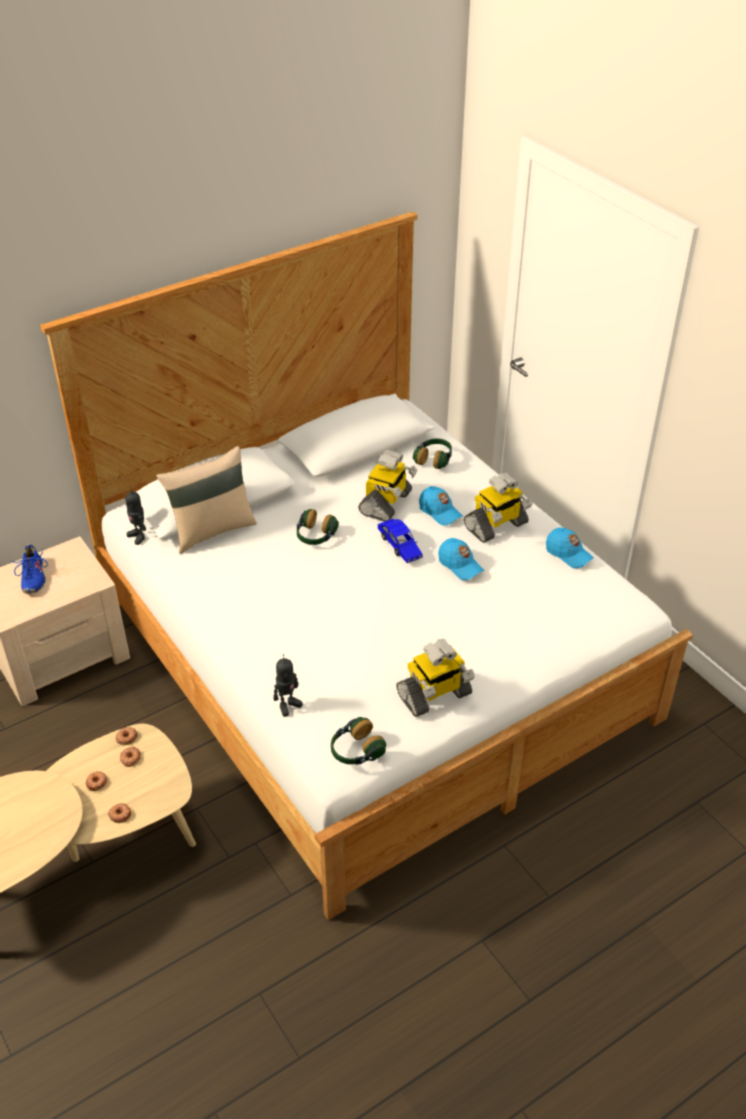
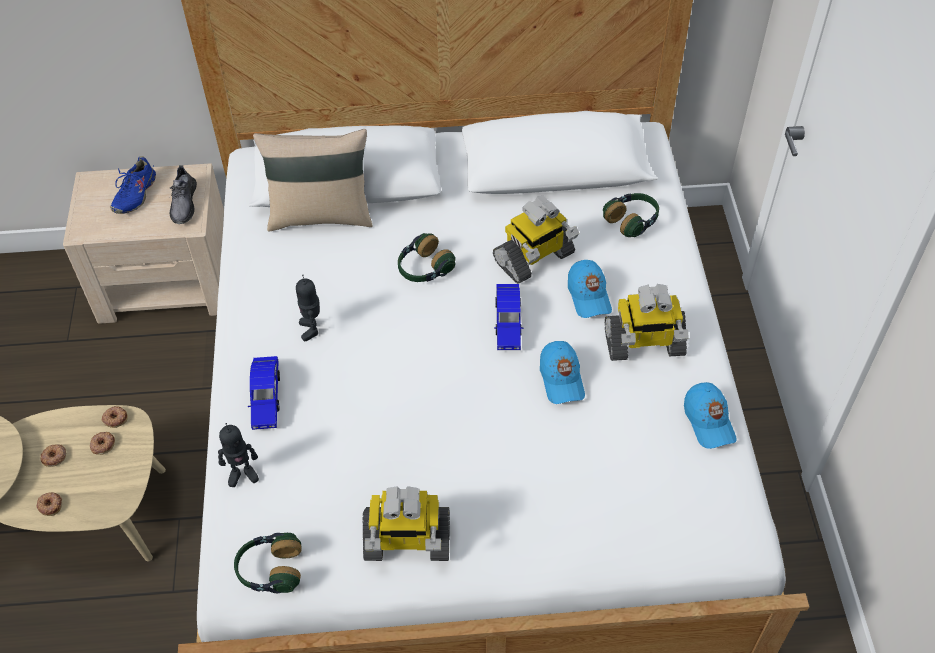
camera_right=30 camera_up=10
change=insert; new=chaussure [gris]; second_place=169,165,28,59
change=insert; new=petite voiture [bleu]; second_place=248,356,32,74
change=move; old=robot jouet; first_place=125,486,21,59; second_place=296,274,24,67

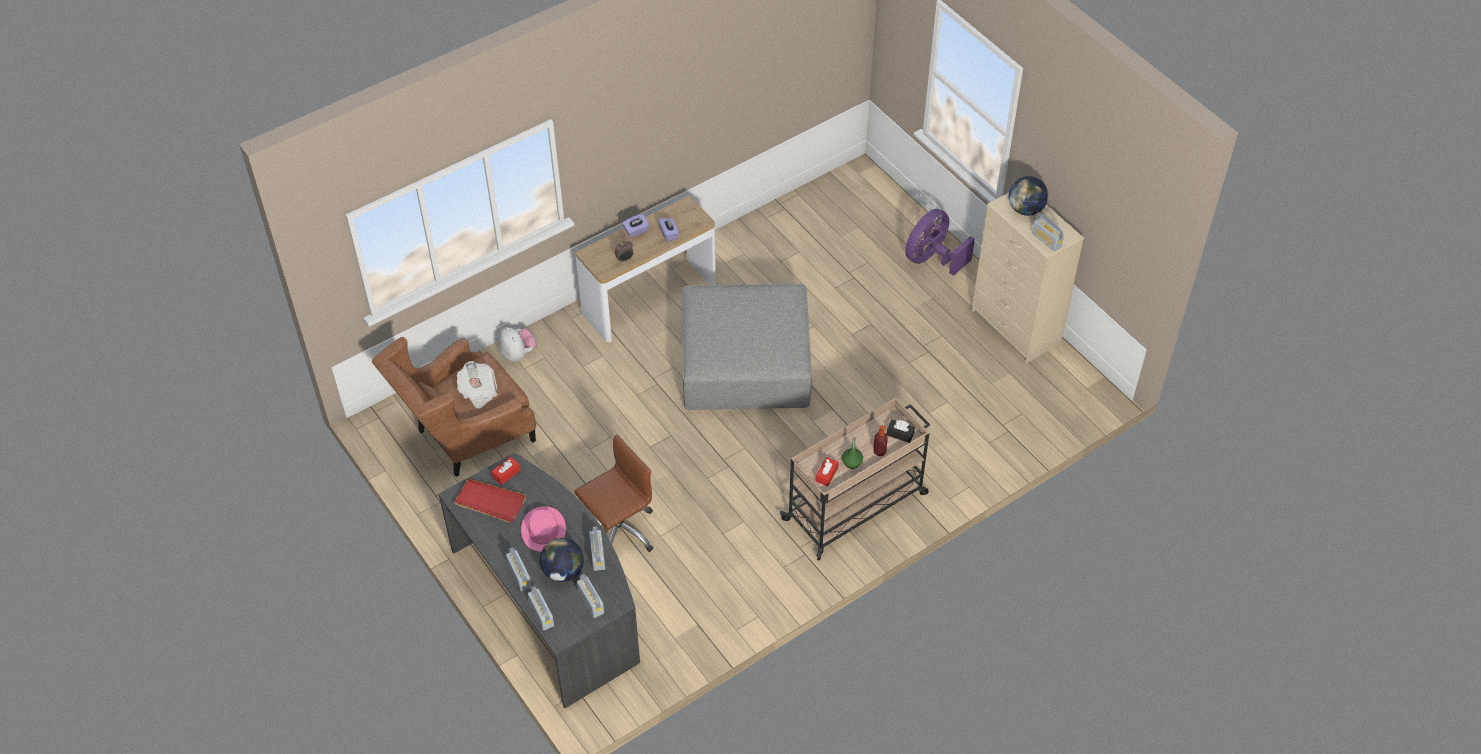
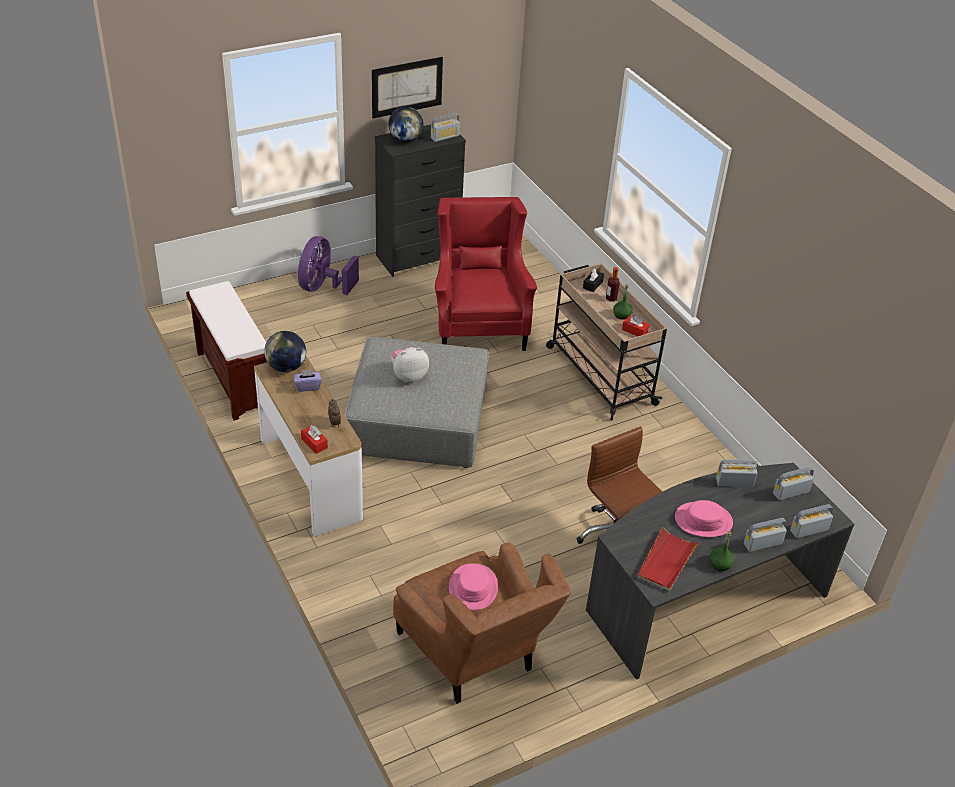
camera_right=-85 camera_up=-10
change=delete; old=boîte à mouchoirs [violet]; first_place=622,214,28,23
change=insert; new=banc [marron]; second_place=186,281,81,140
change=insert; new=tableau; second_place=372,57,71,61
change=insert; new=fauteuil [rouge]; second_place=435,197,102,154
change=insert; new=bouteille [vert]; second_place=710,531,25,40
change=move; old=boîte à mouchoirs [rouge]; first_place=491,457,29,28; second_place=301,425,27,29
change=move; old=peluche; first_place=498,327,39,35; second_place=391,347,38,36
change=move; old=globe; first_place=540,538,44,44; second_place=264,331,42,41
change=replace; old=journal; new=chapeau [rose]; first_place=457,361,41,48; second_place=449,563,49,47
change=recolor; old=commode [beige]; new=commode [noir]; first_place=972,193,112,170; second_place=374,124,92,153
change=rotate; old=ventilateur [violet]; first_place=905,209,70,67; second_place=298,236,61,59; degrees=60

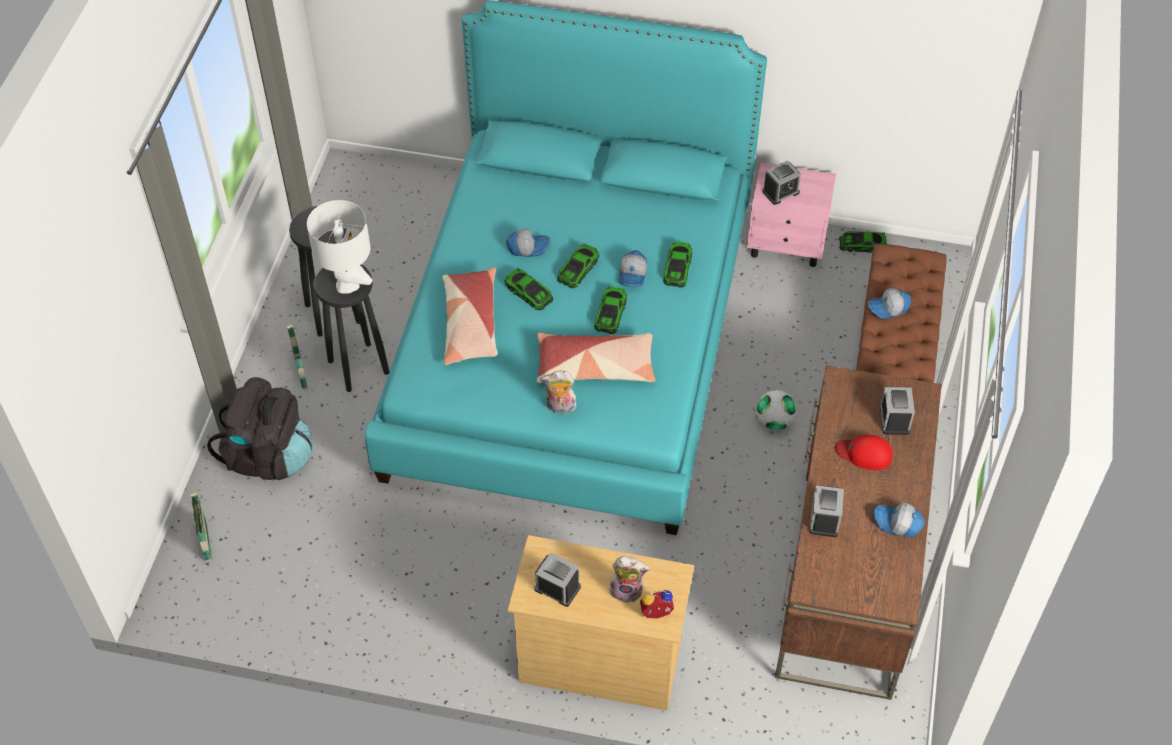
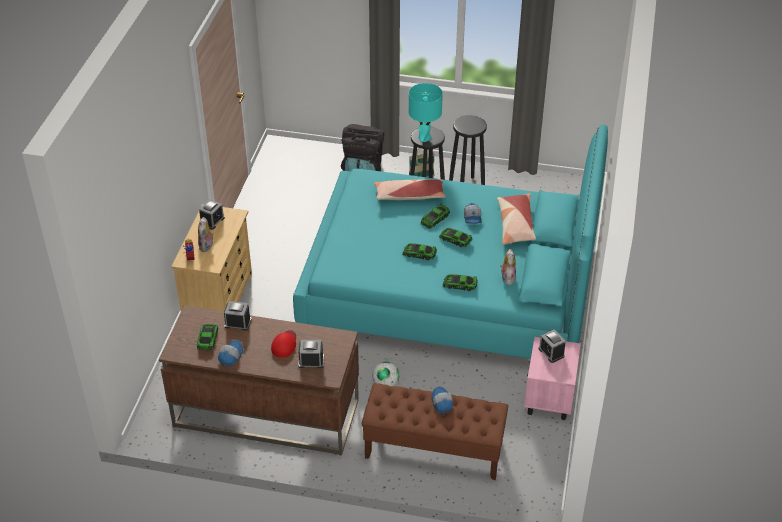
camera_right=90 camera_up=-10
change=delete; old=panier; first_place=189,493,23,69
change=delete; old=casquette; first_place=618,250,29,37
change=move; old=coussin; first_place=537,333,118,50; second_place=497,193,39,52
change=move; old=peluche; first_place=540,371,36,43; second_place=500,249,16,36
change=move; old=petite voiture; first_place=839,231,48,22; second_place=197,324,22,26
change=recolor; old=lampe de table [blanc]; new=lampe de table [turquoise]; first_place=307,200,65,93; second_place=409,83,34,59

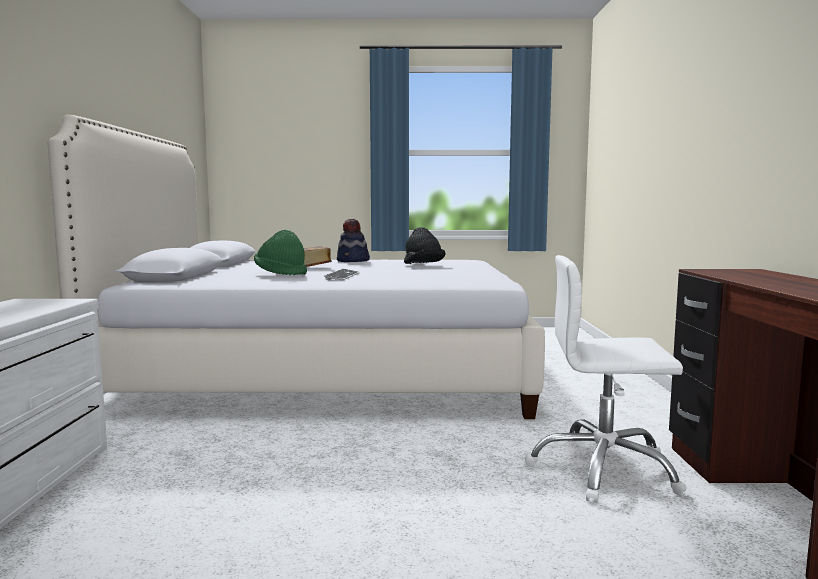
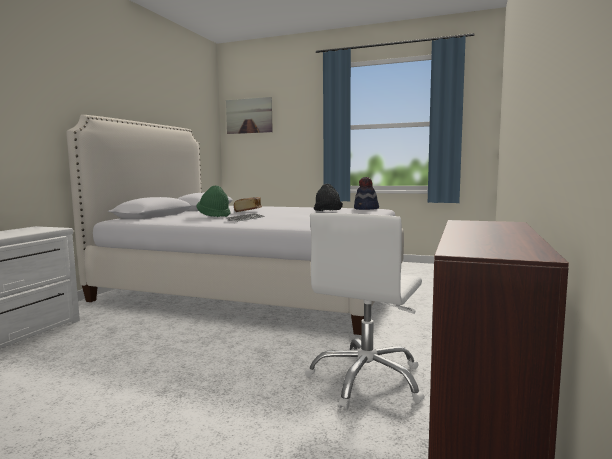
camera_right=20 camera_up=0
change=insert; new=tableau; second_place=226,97,47,37
change=move; old=chapeau; first_place=337,219,33,43; second_place=354,177,25,33
change=rotate; old=chaise de bureau [blanc]; first_place=525,255,162,248; second_place=305,213,120,197; degrees=-90

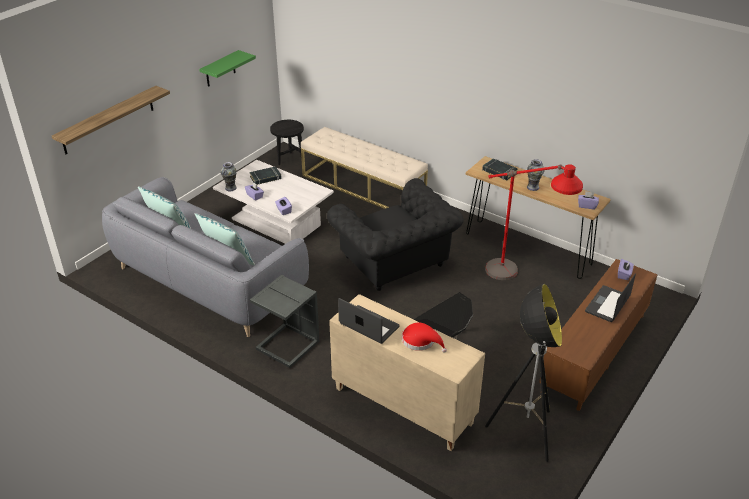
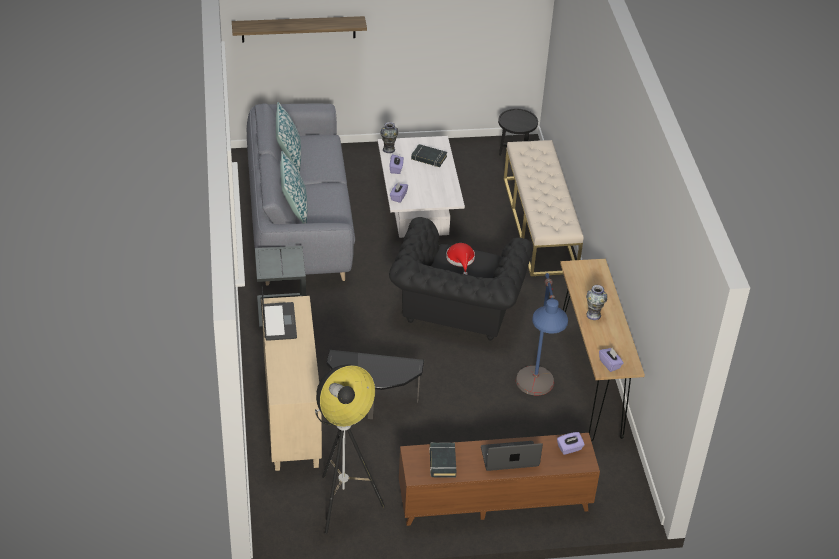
camera_right=45 camera_up=5
change=delete; old=étagère [vert]; first_place=199,50,57,37
change=move; old=chapeau [rouge]; first_place=402,322,45,31; second_place=446,243,29,32
change=move; old=livre [noir]; first_place=482,158,36,23; second_place=429,443,28,35
change=recolor; old=lampadaire [rouge]; new=lampadaire [bleu]; first_place=485,164,98,116; second_place=516,273,52,123

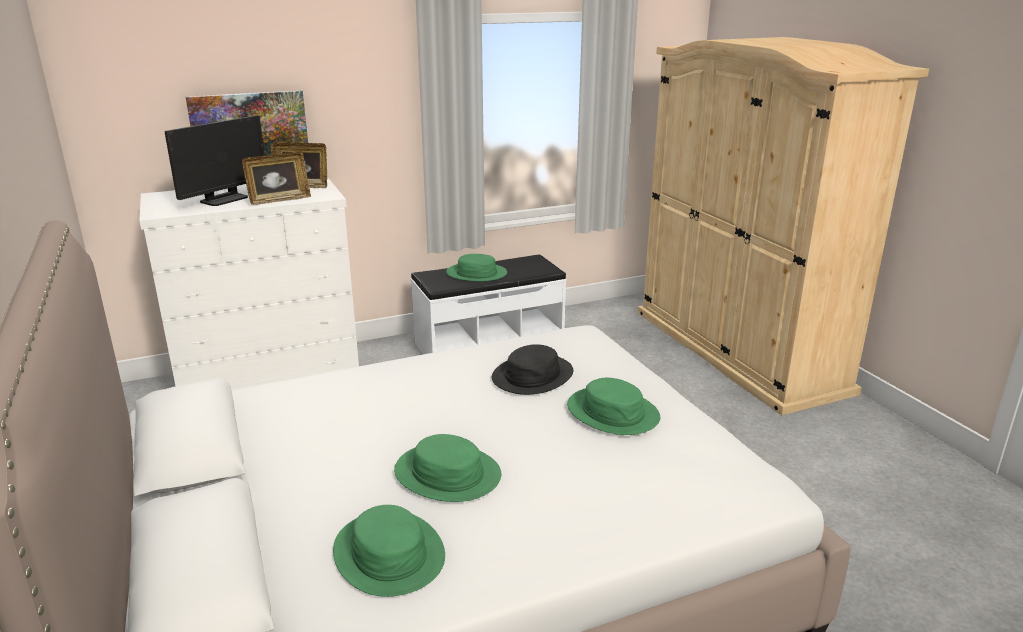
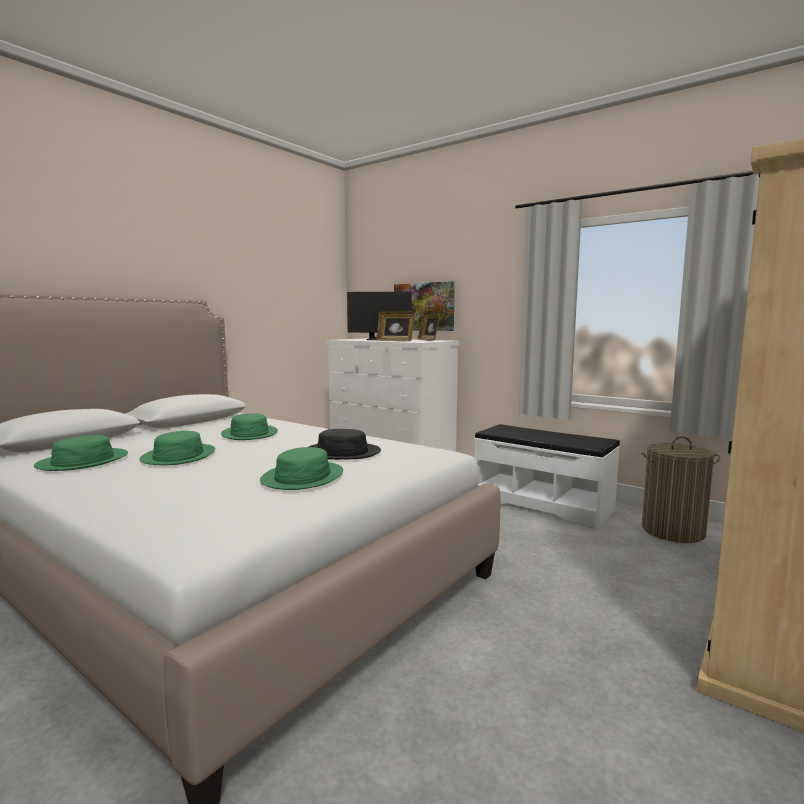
camera_right=60 camera_up=-15
change=insert; new=panier à linge; second_place=641,436,79,107
change=move; old=chapeau [vert]; first_place=446,254,61,28; second_place=221,413,57,27

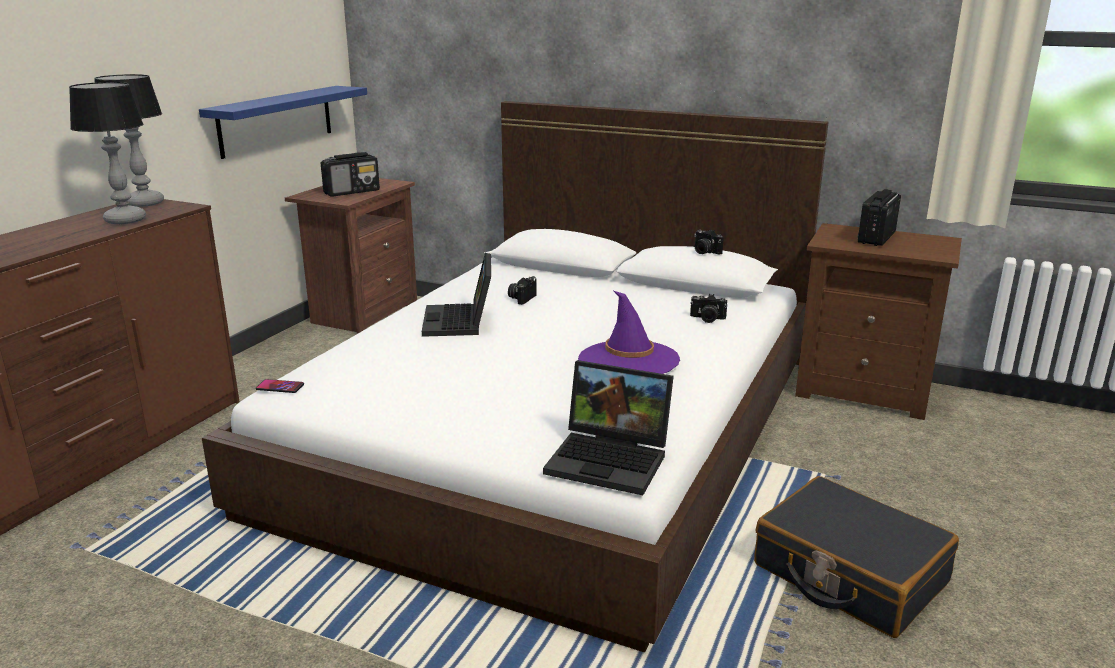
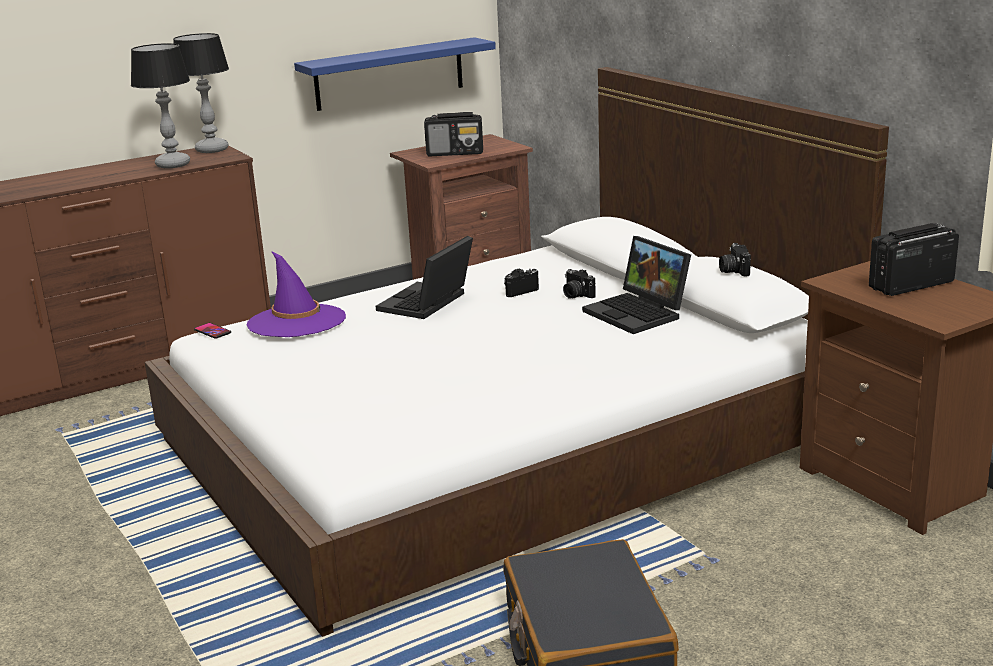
camera_right=35 camera_up=0
change=move; old=ordinateur portable; first_place=543,360,131,135; second_place=582,236,109,98
change=move; old=chapeau [violet]; first_place=578,291,102,83; second_place=247,251,99,86
change=move; old=appareil photo; first_place=690,294,37,29; second_place=563,269,33,30

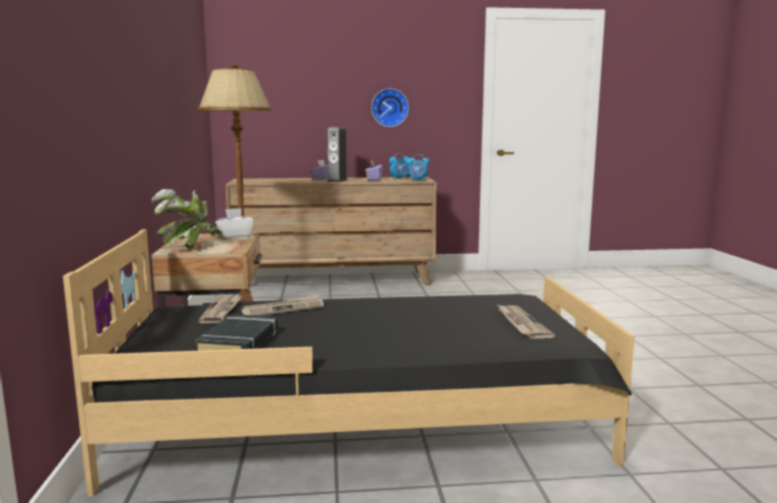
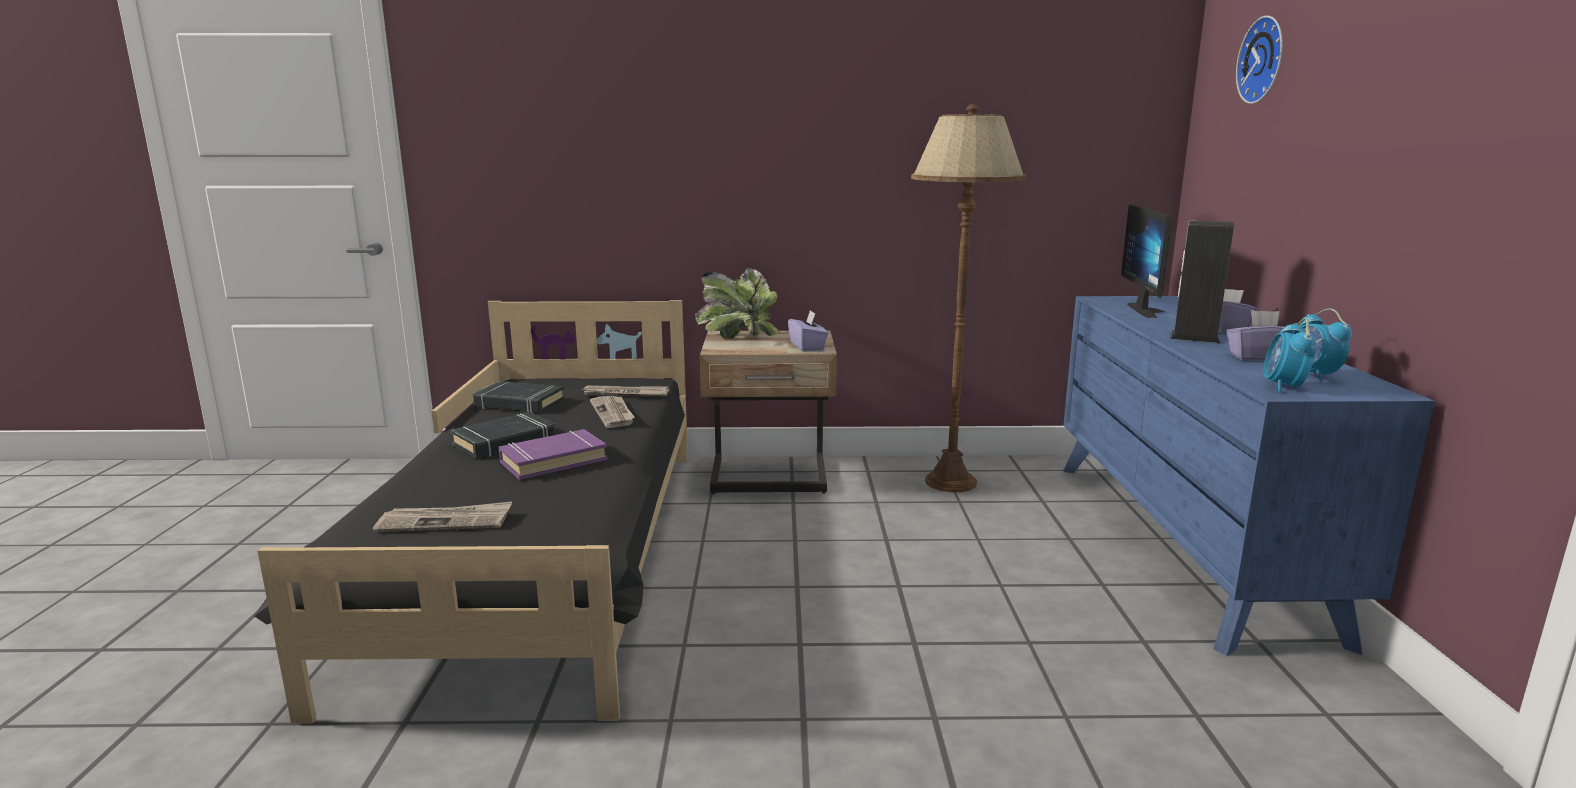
camera_right=95 camera_up=5
change=insert; new=livre [noir]; second_place=451,412,105,47
change=insert; new=livre [violet]; second_place=499,429,109,51
change=insert; new=écran d'ordinateur; second_place=1121,204,51,114
change=move; old=horloge murale; first_place=371,88,38,39; second_place=1236,15,47,89
change=recolor; old=boîte à mouchoirs [blanc]; new=boîte à mouchoirs [violet]; first_place=215,208,39,30; second_place=788,310,41,41
change=recolor; old=commode [marron]; new=commode [bleu]; first_place=226,177,211,113; second_place=1063,296,372,360

